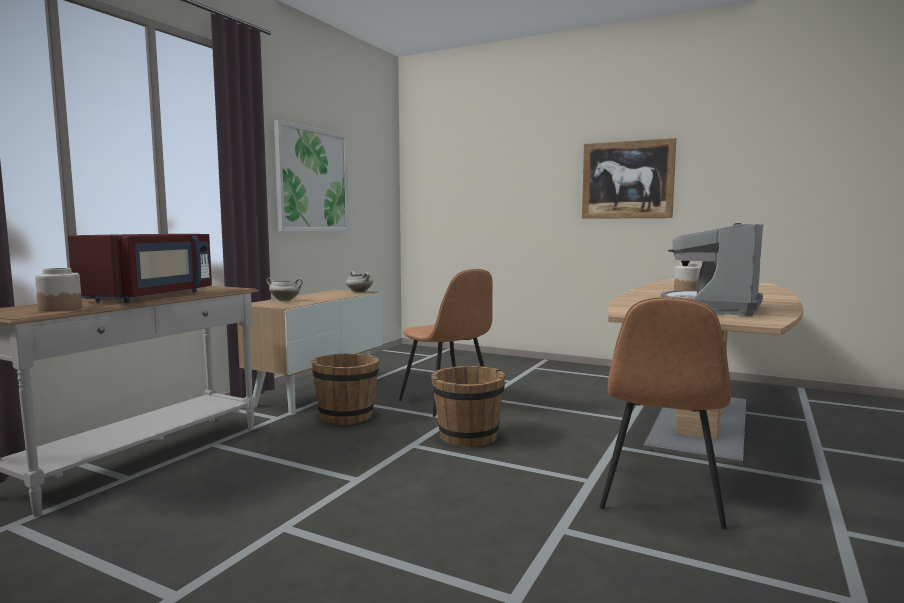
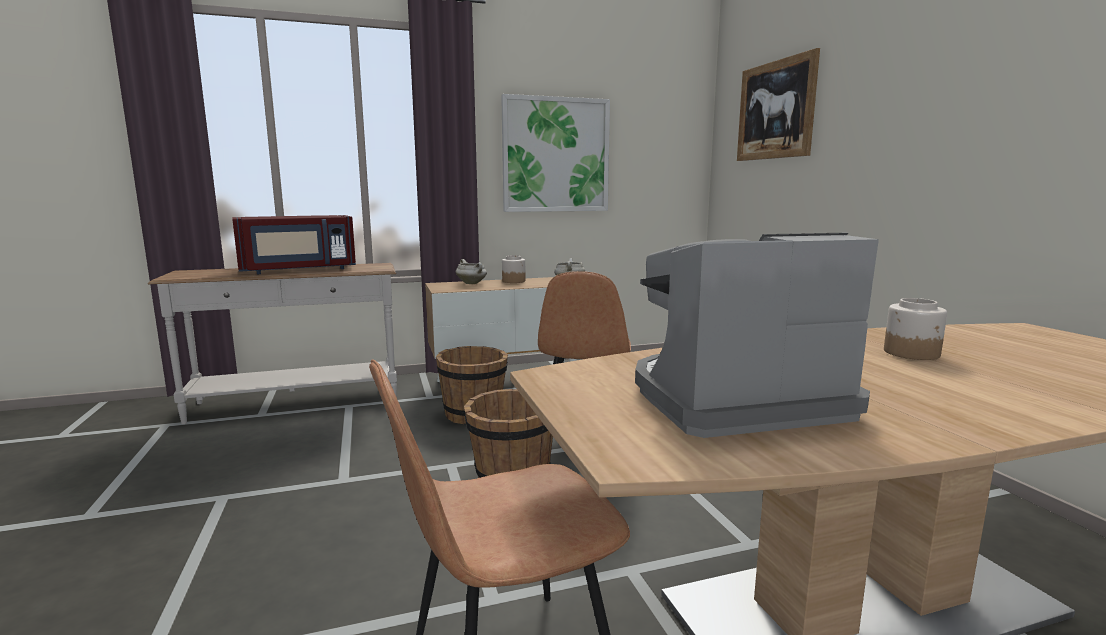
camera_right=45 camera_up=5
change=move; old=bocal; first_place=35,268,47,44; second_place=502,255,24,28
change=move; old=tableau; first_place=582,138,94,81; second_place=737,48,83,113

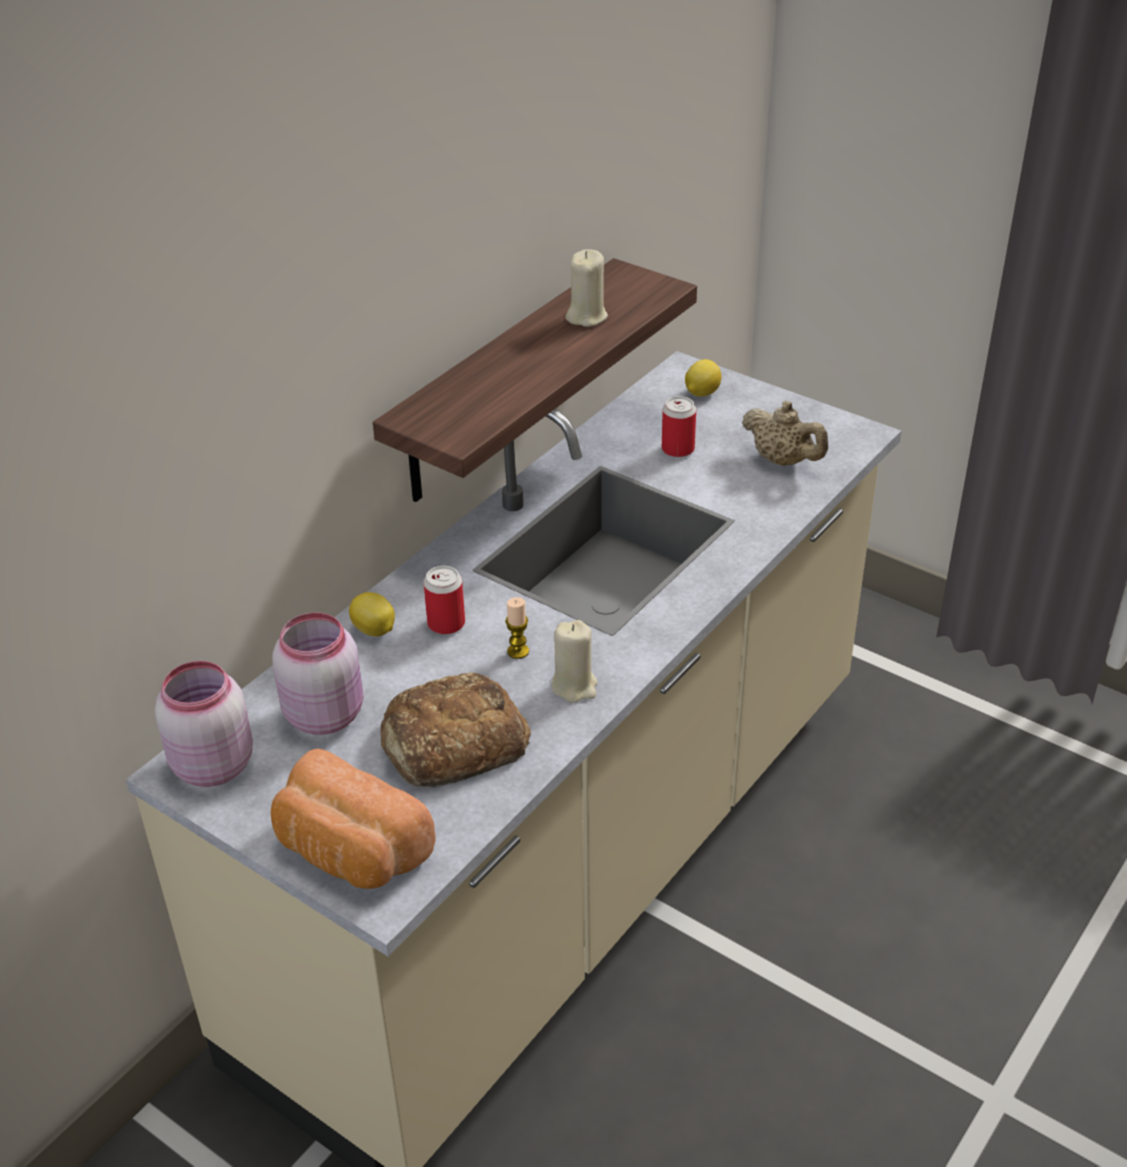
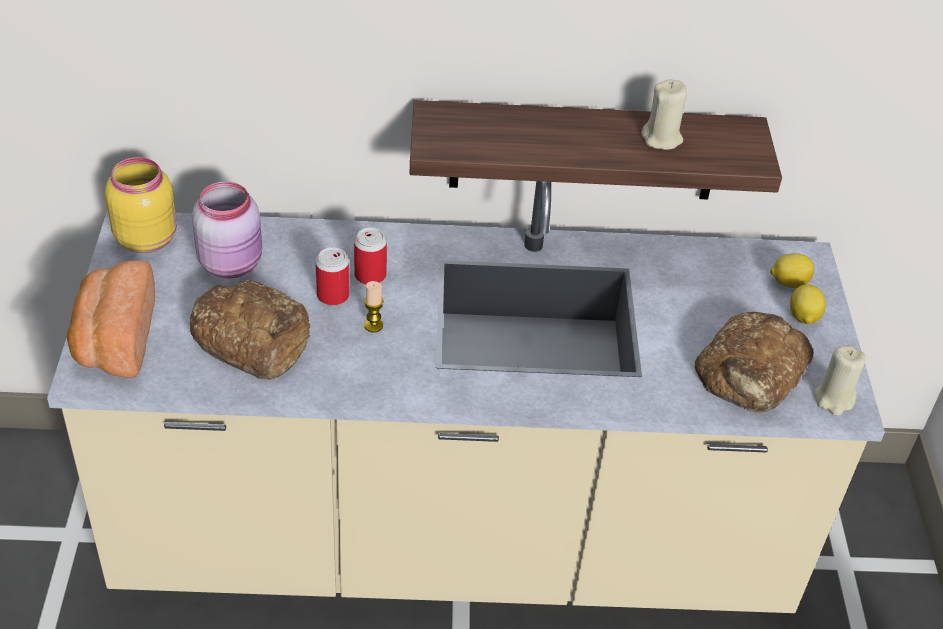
camera_right=50 camera_up=5
change=move; old=citron; first_place=349,592,46,45; second_place=790,284,36,40
change=move; old=bougie [beige]; first_place=552,620,45,83; second_place=814,345,52,71
change=move; old=boîte métallique; first_place=662,396,34,61; second_place=316,247,33,59
change=replace; old=théière [beige]; new=pain; first_place=742,401,86,65; second_place=695,312,118,101
change=recolor; old=bocal [rose]; new=bocal [jaune]; first_place=155,661,98,126; second_place=105,157,72,96

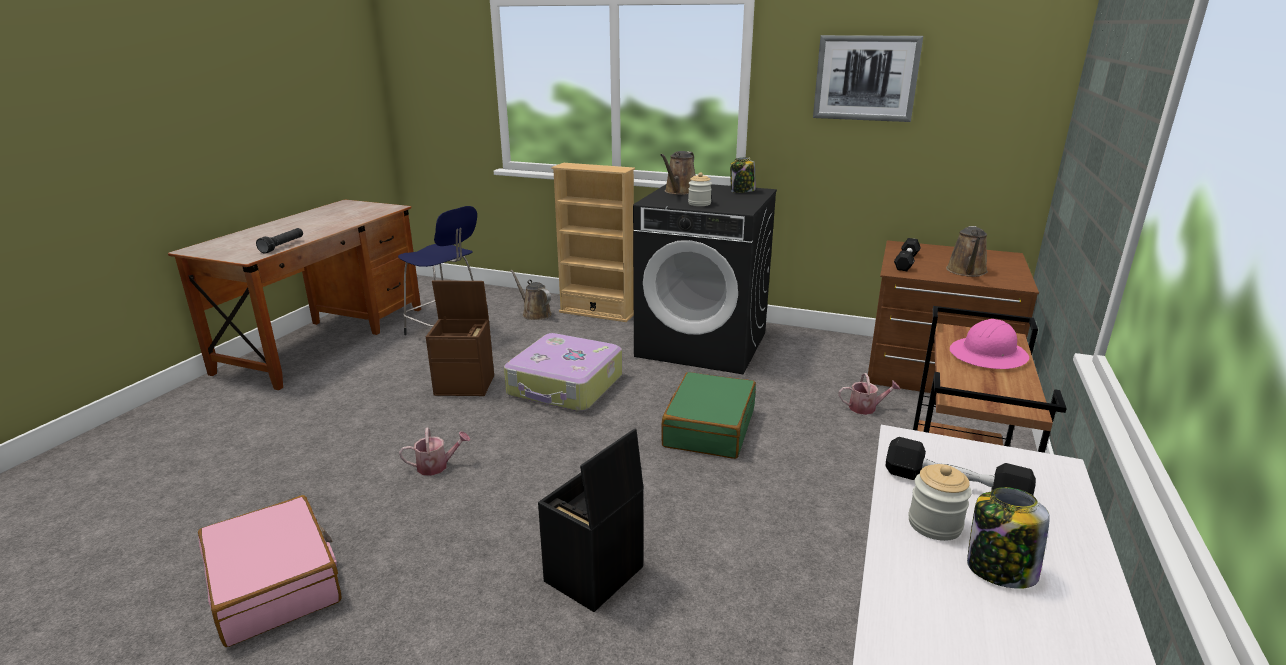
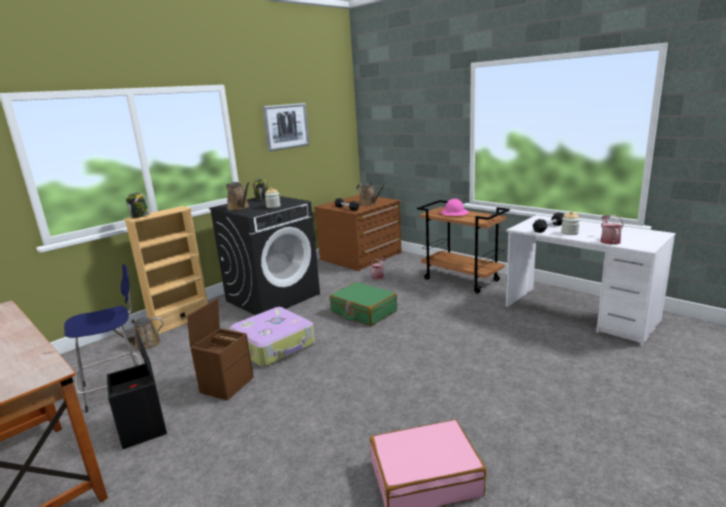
camera_right=-65 camera_up=-5
change=delete; old=lampe de poche [noir]; first_place=256,228,47,26
change=move; old=arrosoir; first_place=399,428,71,48; second_place=600,215,24,30
change=move; old=boîte de rangement [noir]; first_place=538,428,106,184; second_place=107,330,60,119
change=move; old=bocal; first_place=967,487,83,102; second_place=126,192,24,26

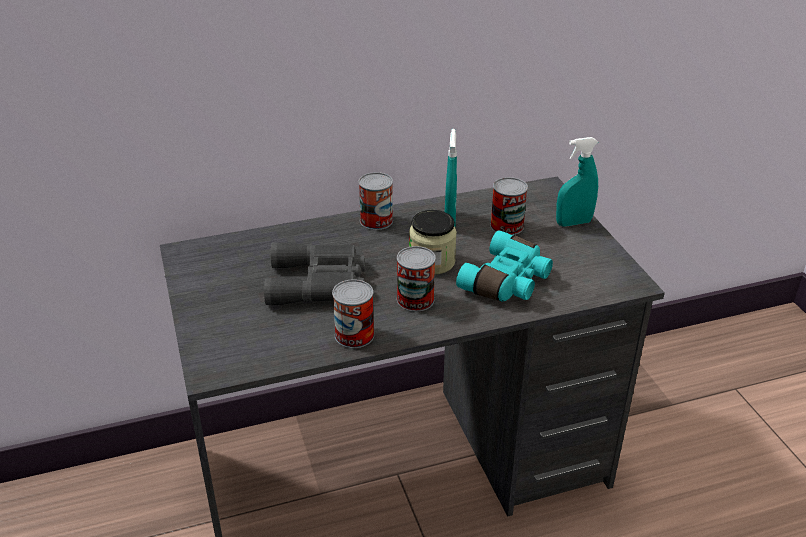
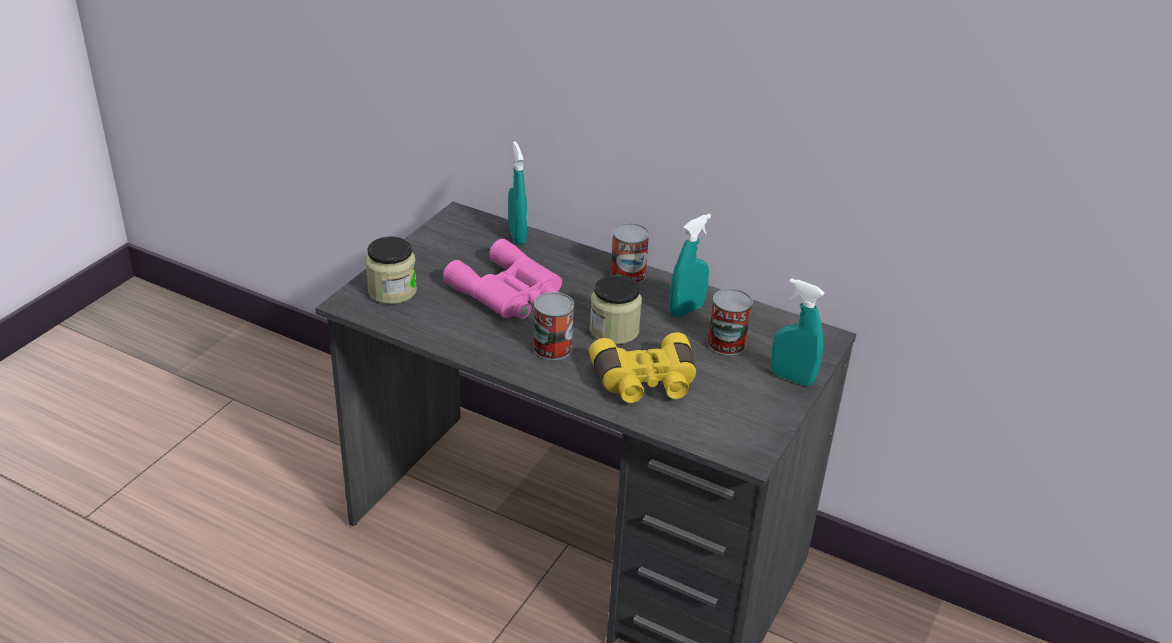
camera_right=45 camera_up=0
change=delete; old=boîte métallique; first_place=332,279,42,69
change=insert; new=bocal; second_place=365,236,52,68
change=insert; new=vaporisateur [turquoise]; second_place=508,141,19,104
change=recolor; old=jumelles [gris]; new=jumelles [rose]; first_place=264,242,101,63; second_place=443,239,119,80
change=recolor; old=jumelles [turquoise]; new=jumelles [jaune]; first_place=456,231,97,70; second_place=589,332,107,71

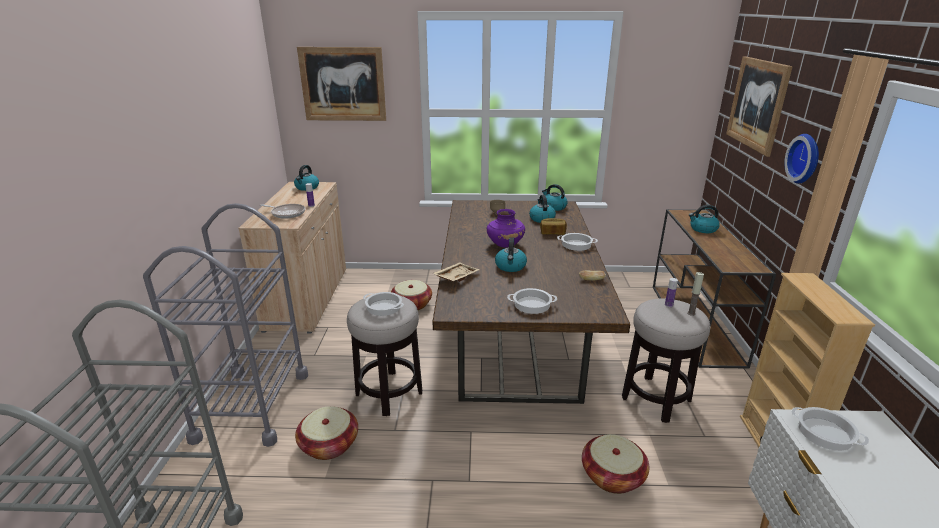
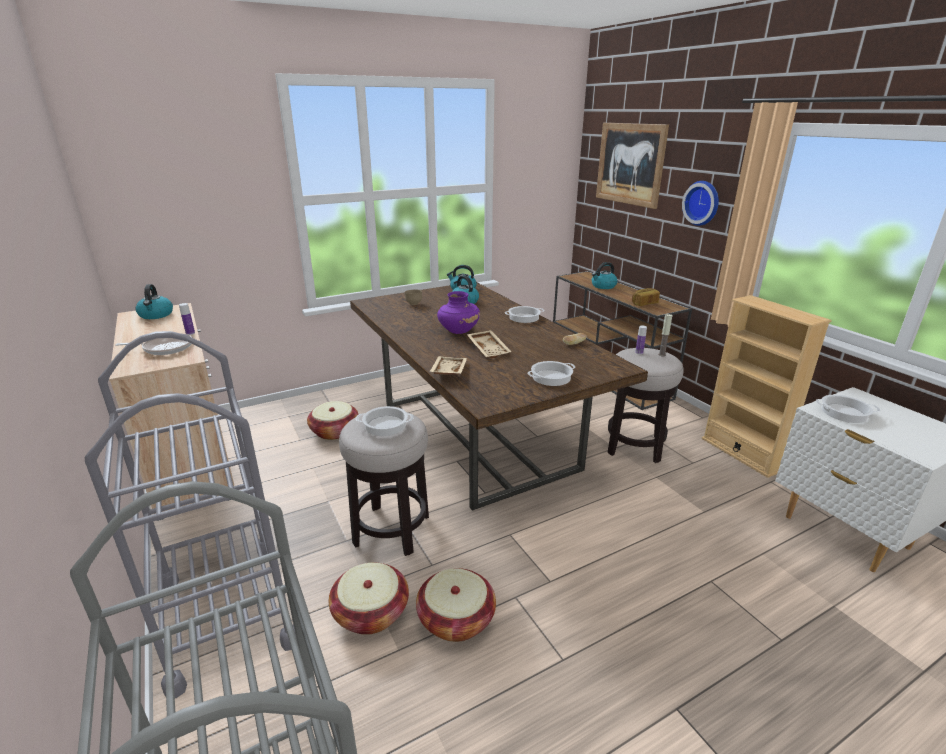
camera_right=-30 camera_up=0
change=delete; old=tableau; first_place=297,47,89,74
change=move; old=pain; first_place=540,218,27,17; second_place=632,288,28,18
change=move; old=panier; first_place=582,434,68,60; second_place=416,568,80,74
change=replace; old=bouilloire; new=plateau [beige]; first_place=495,237,32,35; second_place=467,330,45,28

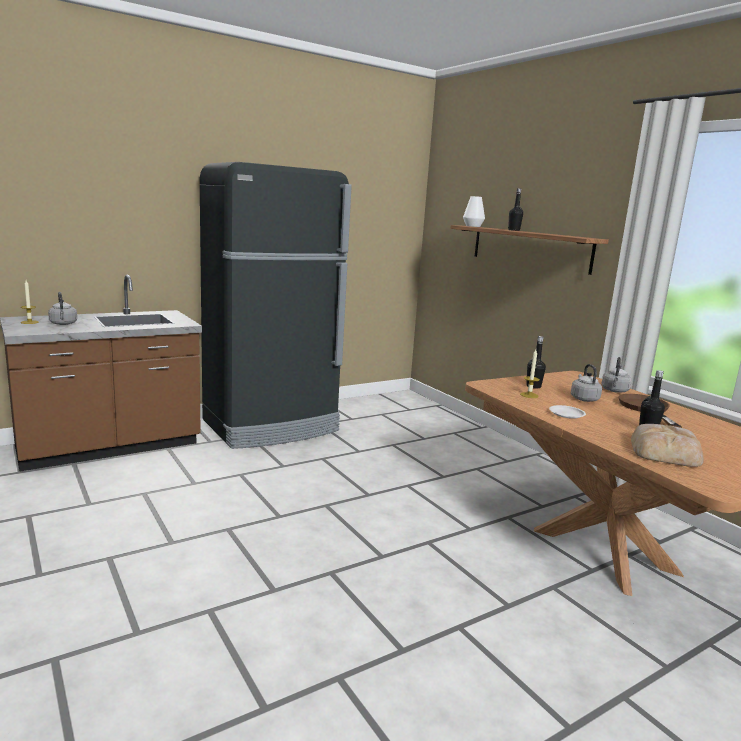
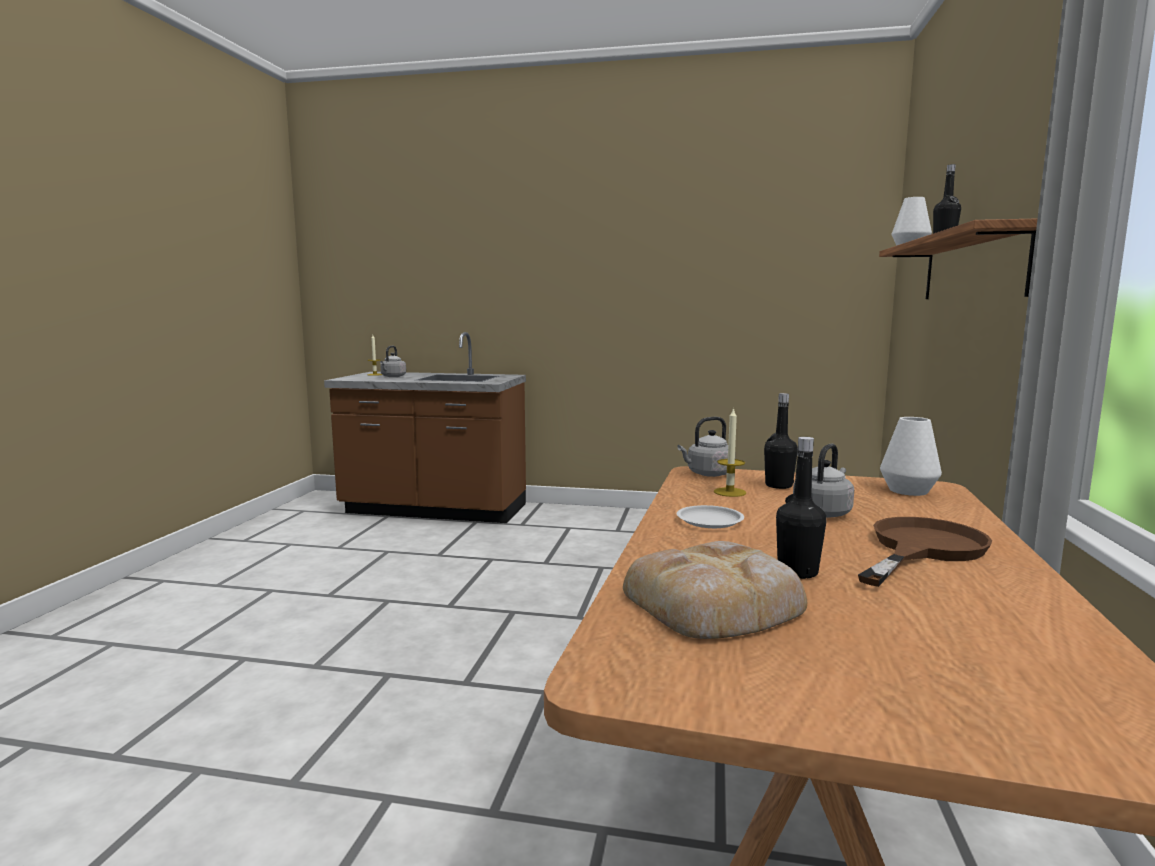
camera_right=45 camera_up=-5
change=delete; old=réfrigérateur [noir]; first_place=200,162,152,287
change=insert; new=vase [blanc]; second_place=880,417,62,79
change=move; old=bouilloire [gris]; first_place=601,357,31,36; second_place=677,417,51,60

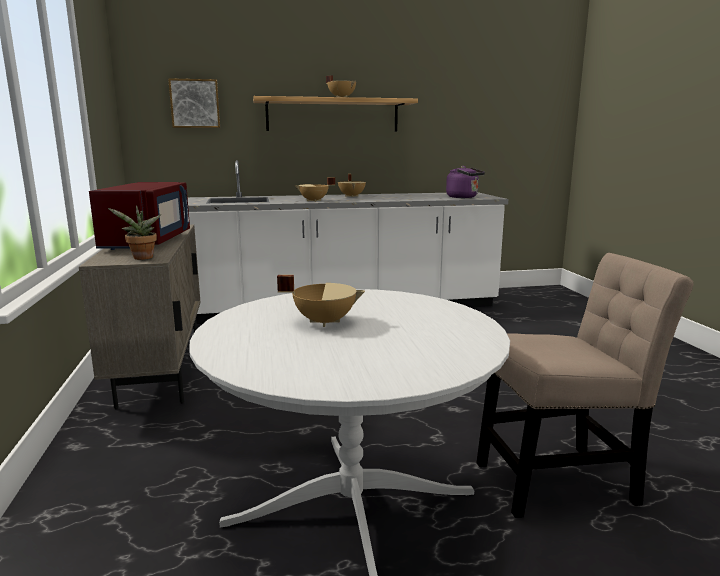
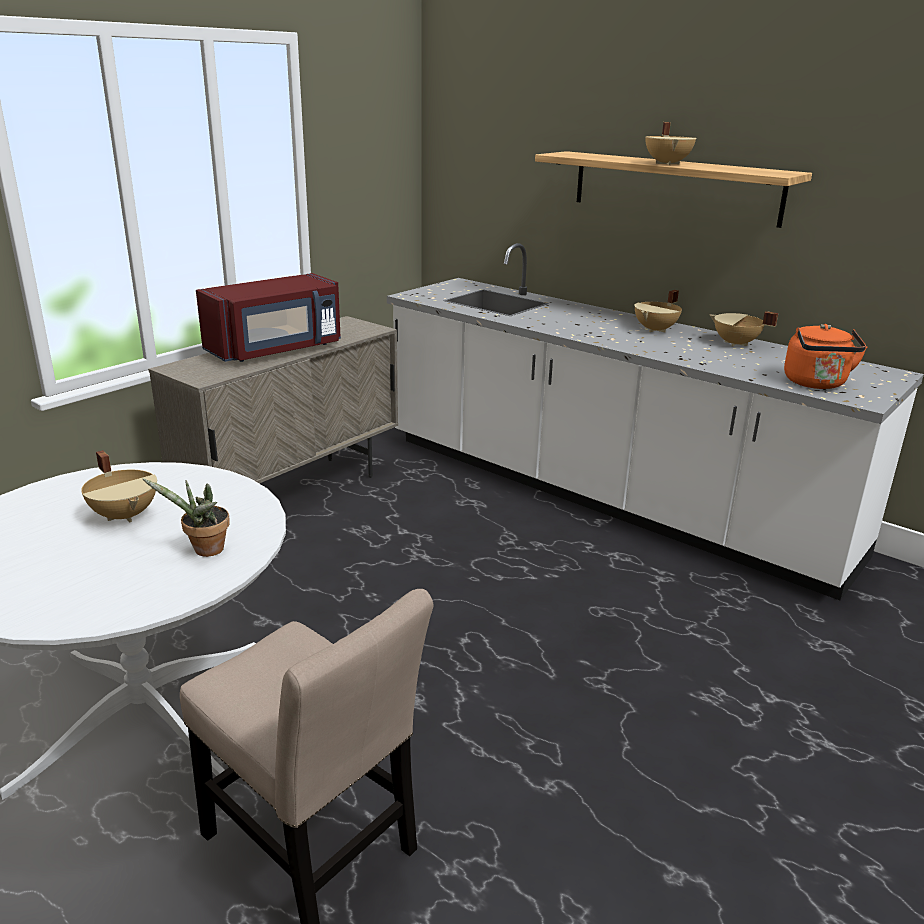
camera_right=50 camera_up=10
change=delete; old=tableau; first_place=168,78,52,50
change=move; old=plante en pot; first_place=108,205,53,55; second_place=142,478,88,79
change=move; old=marmite [beige]; first_place=295,177,40,25; second_place=710,311,68,36
change=recolor; old=bouilloire [violet]; new=bouilloire [orange]; first_place=446,166,39,32; second_place=784,324,83,65

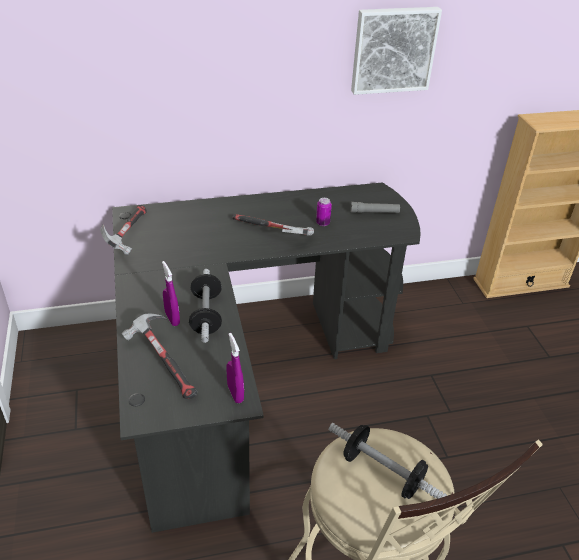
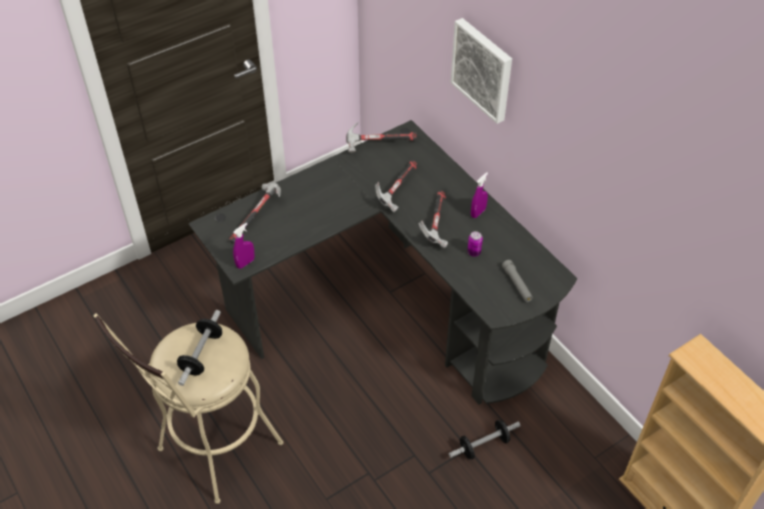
camera_right=70 camera_up=10
change=insert; new=marteau; second_place=375,160,42,53
change=move; old=vaporisateur [violet]; first_place=162,261,18,65; second_place=471,172,17,46
change=move; old=haltère; first_place=189,269,33,74; second_place=449,420,72,39
change=move; old=tableau; first_place=351,7,91,88; second_place=450,18,62,106

